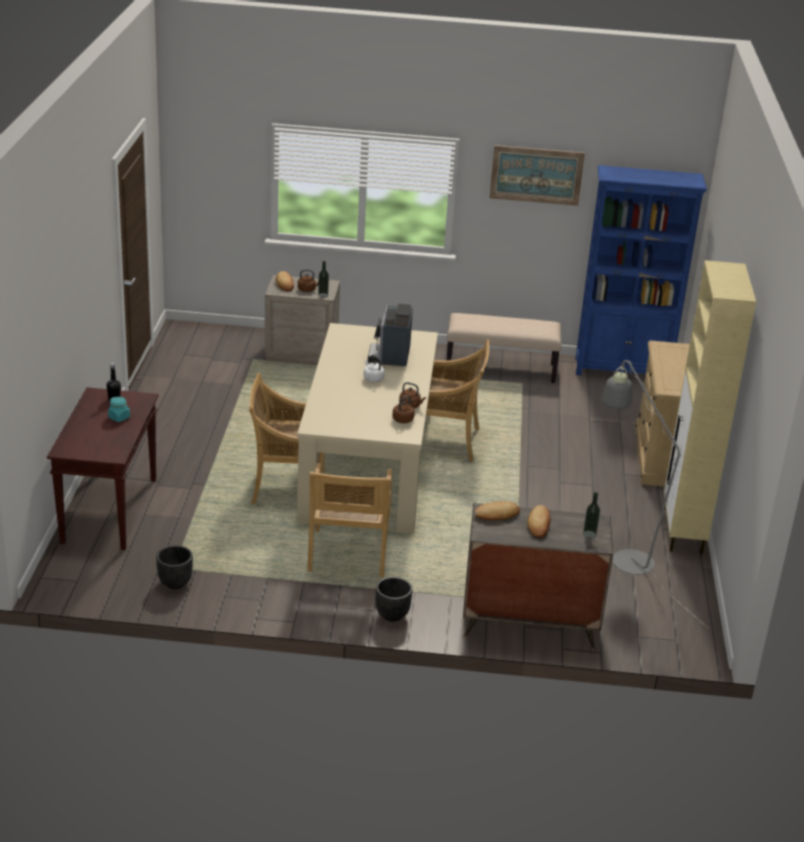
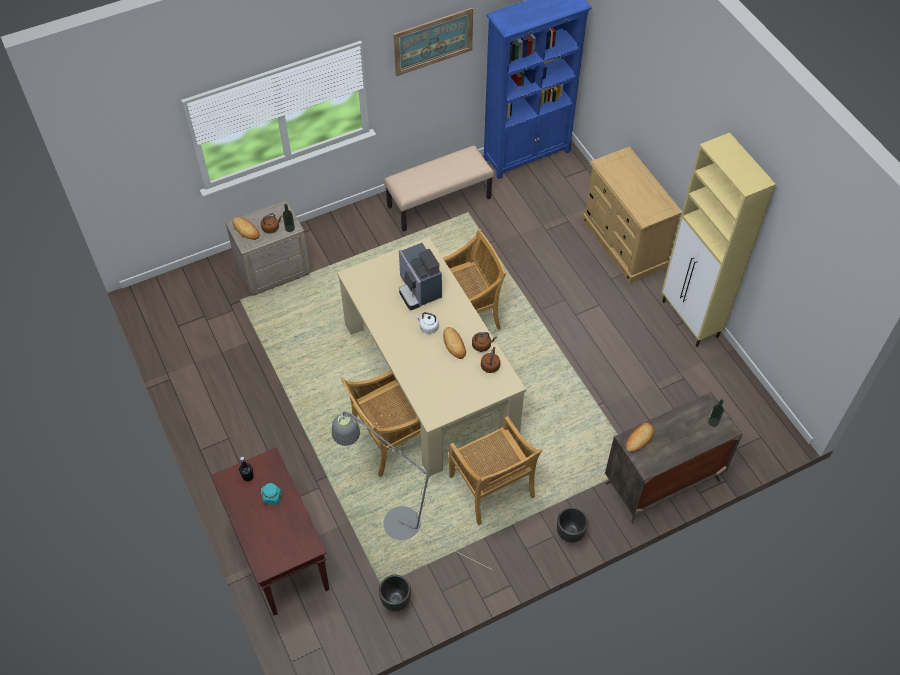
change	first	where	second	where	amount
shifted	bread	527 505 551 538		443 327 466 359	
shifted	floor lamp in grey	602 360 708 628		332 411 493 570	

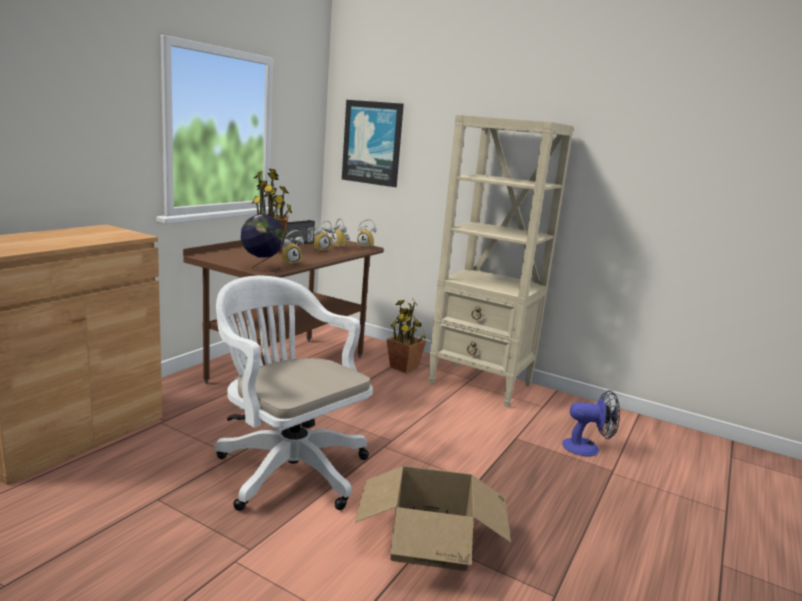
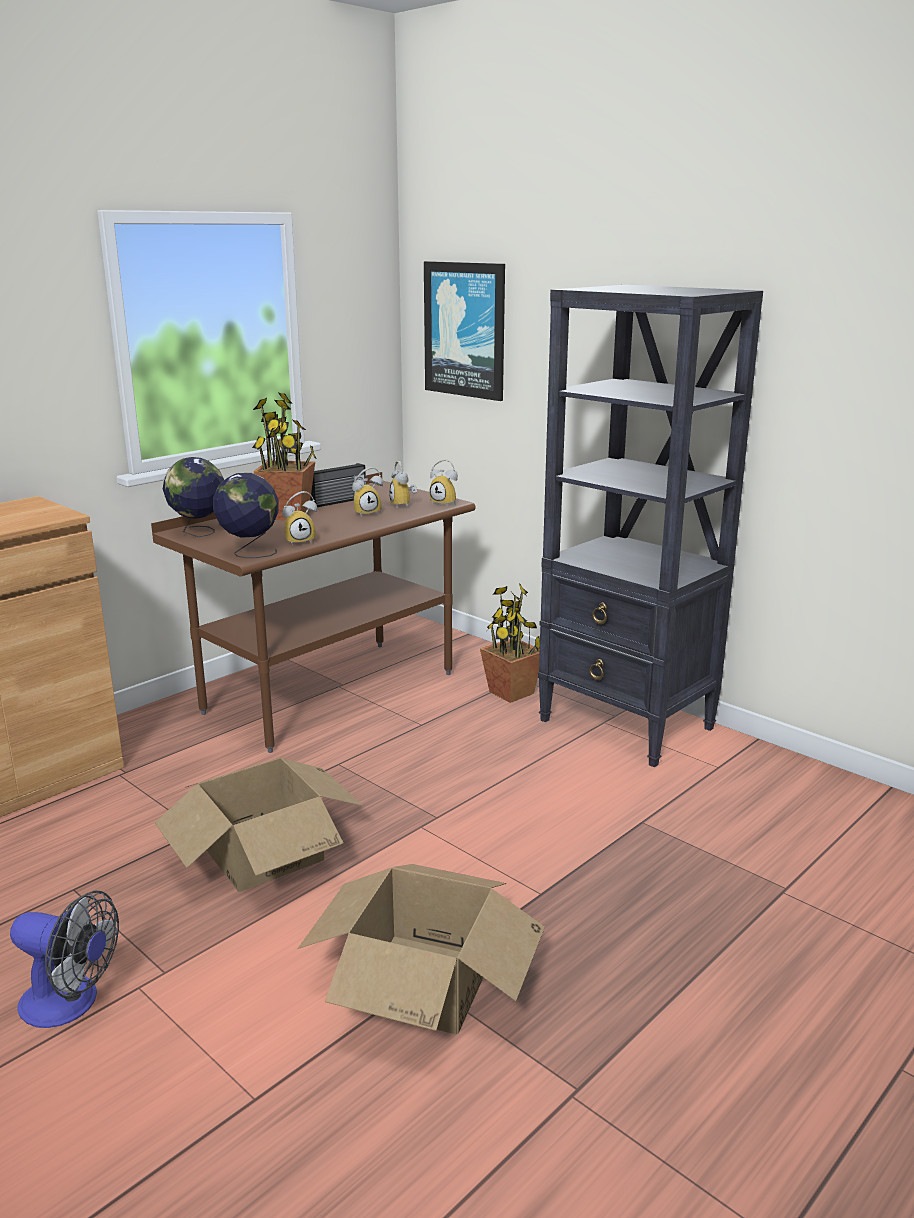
change	first	where	second	where	amount
new			globe	163 457 224 537	
shifted	fan	562 390 620 456		10 890 119 1028	
swapped	office chair in white	214 276 373 511	cardboard box	155 758 363 892	
repainted	bookcase in beige	428 115 574 407	bookcase in black	538 285 763 768	

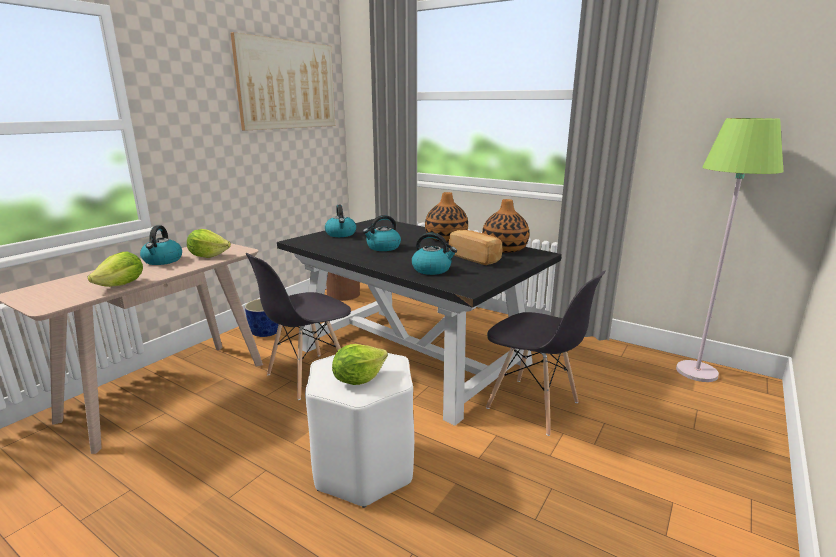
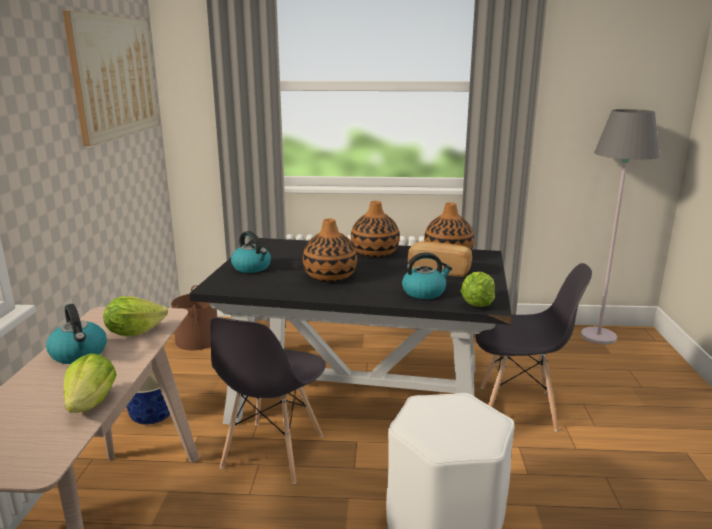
change	first	where	second	where	amount
shifted	lettuce	332 344 388 385		461 272 495 307	
swapped	kettle	363 215 401 251	vase	303 218 357 282	
repainted	floor lamp in green	676 118 783 382	floor lamp in grey	581 109 660 345	

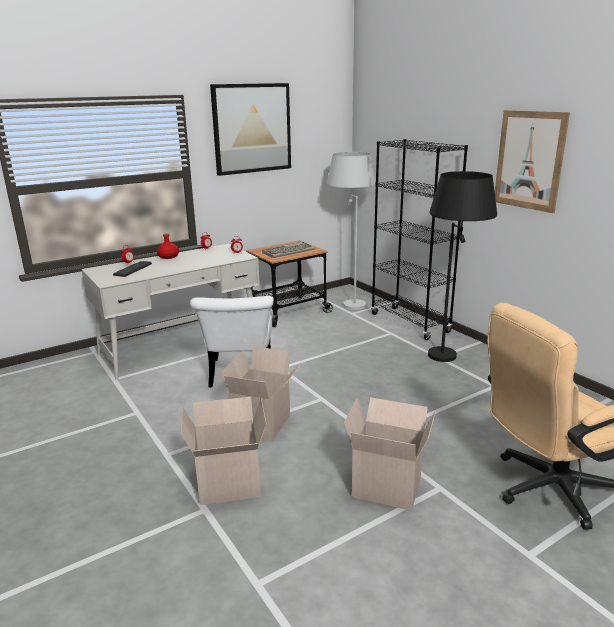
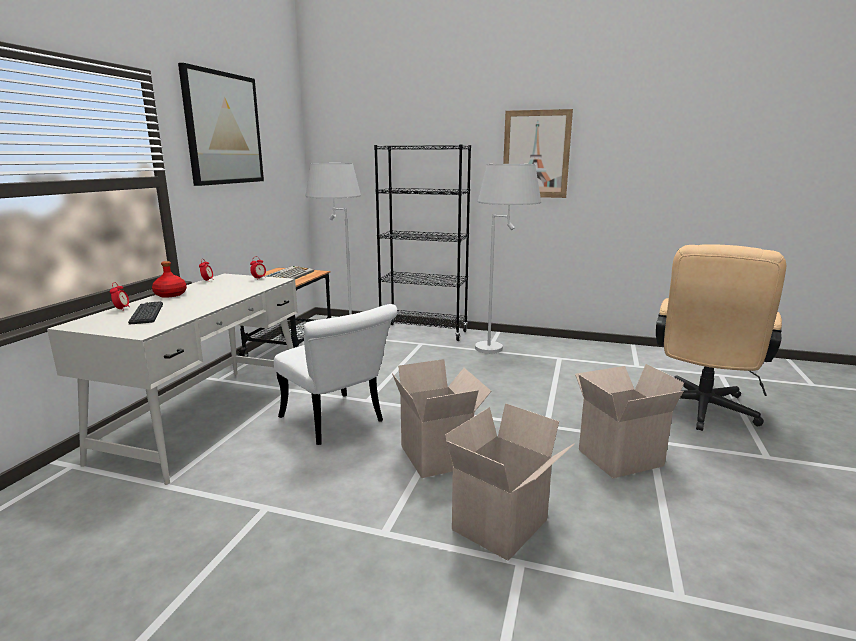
change	first	where	second	where	amount
repainted	floor lamp in black	428 171 497 362	floor lamp in white	475 164 541 354	

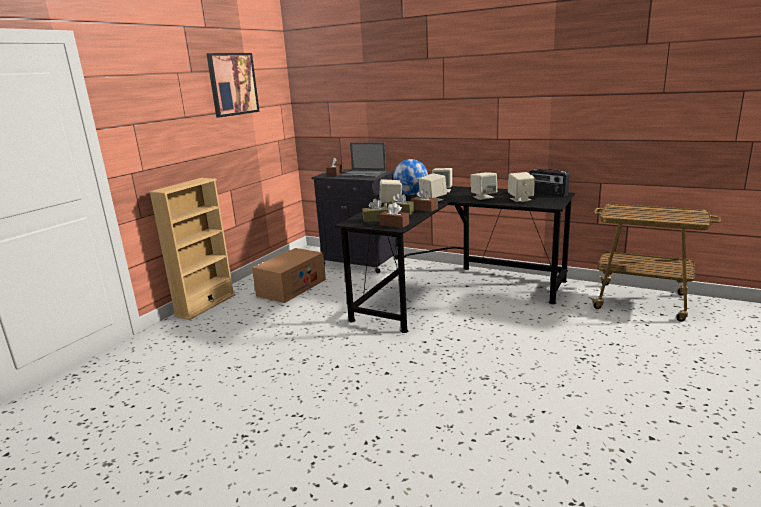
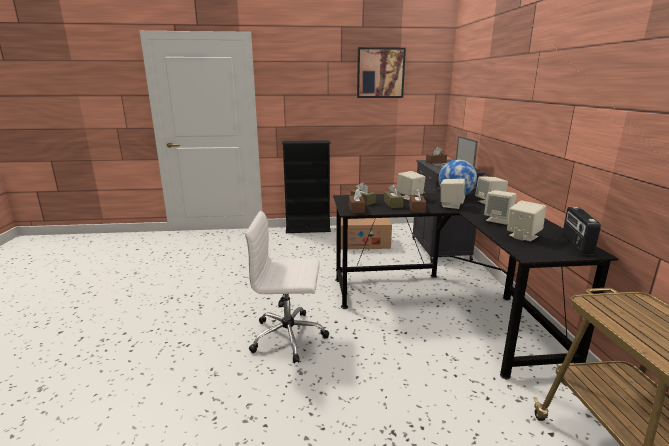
change	first	where	second	where	amount
new			office chair in white	245 211 329 364	
repainted	bookcase in beige	149 178 236 320	bookcase in black	282 140 331 233	

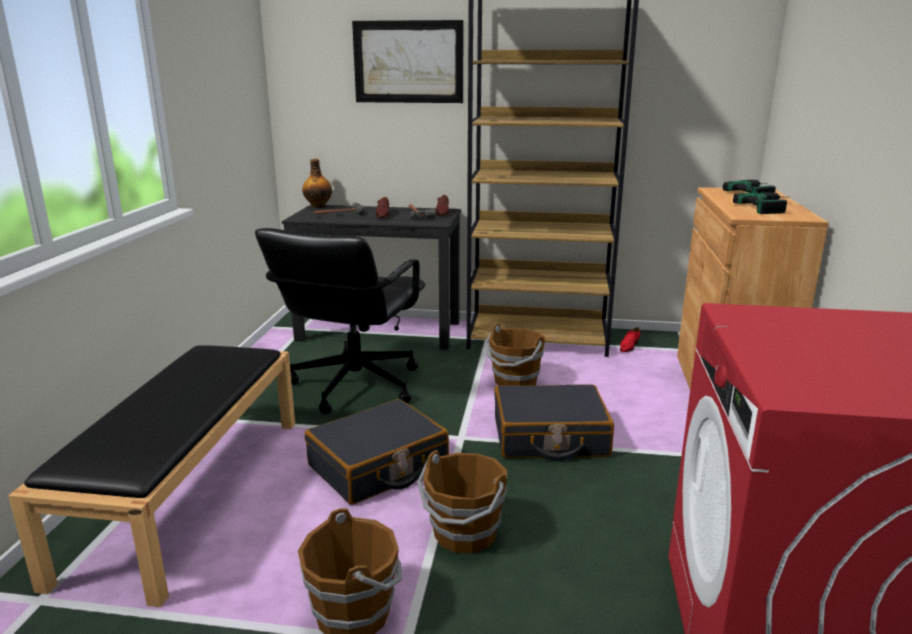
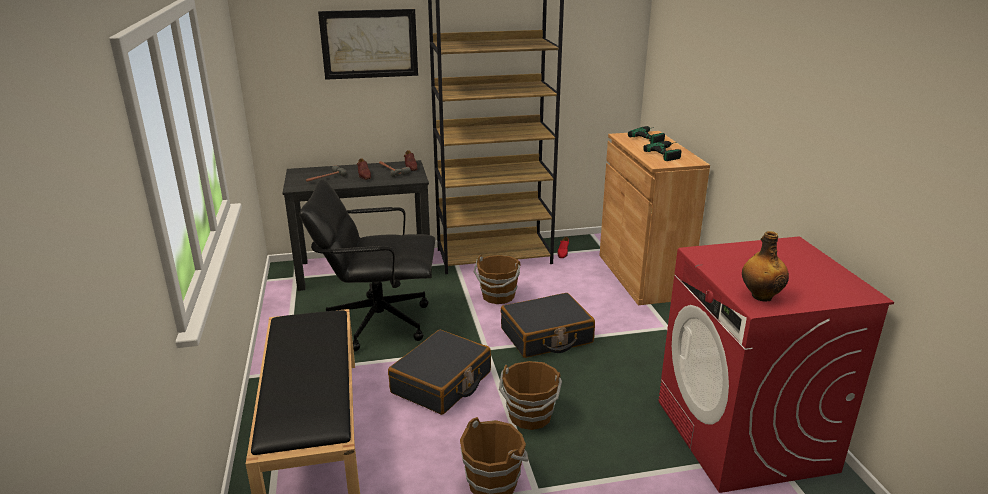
change	first	where	second	where	amount
shifted	bottle	302 159 332 208		742 231 789 302	
rotated	office chair in black	255 228 425 414		300 179 435 352	90 degrees clockwise

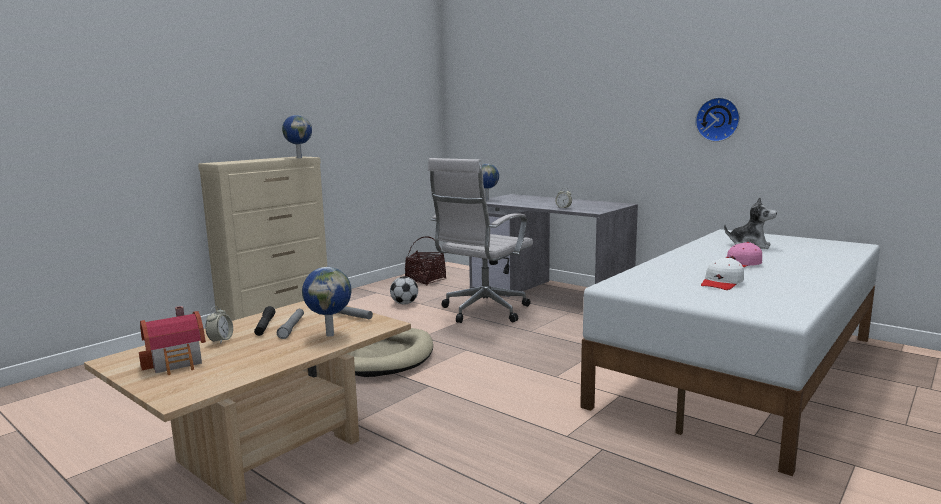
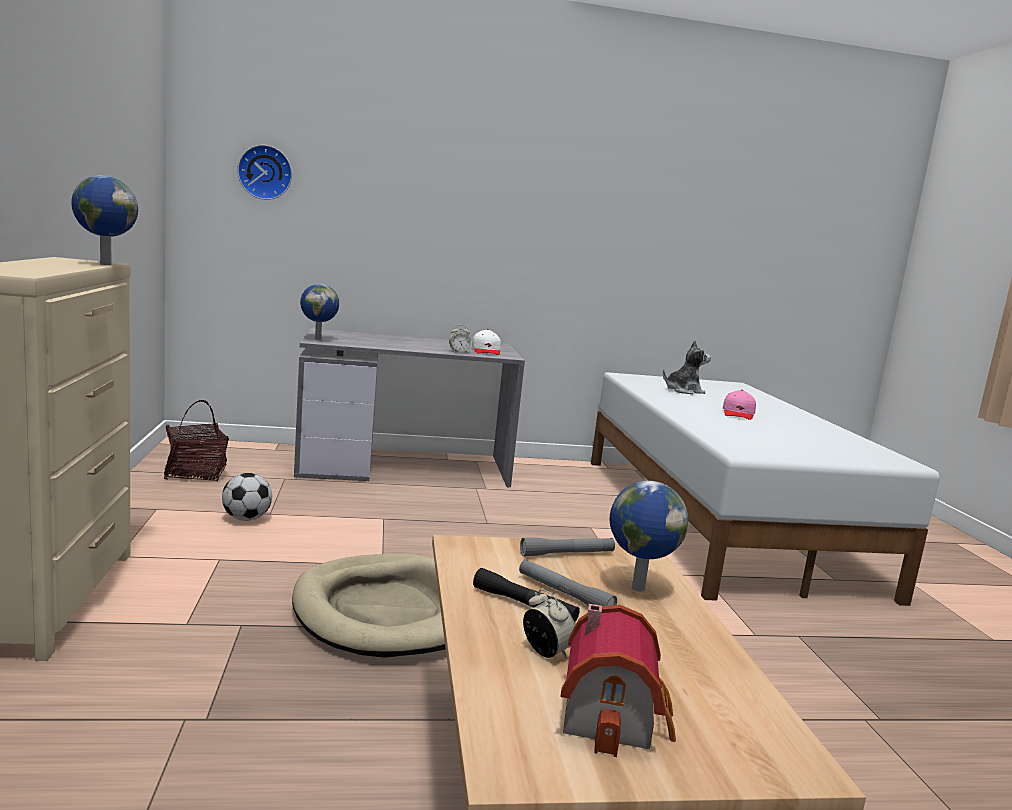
change	first	where	second	where	amount
gone	office chair in white	428 158 533 323			
shifted	wall clock	695 97 740 142		237 145 292 200	
shifted	cap in white	701 257 744 290		472 329 501 355	

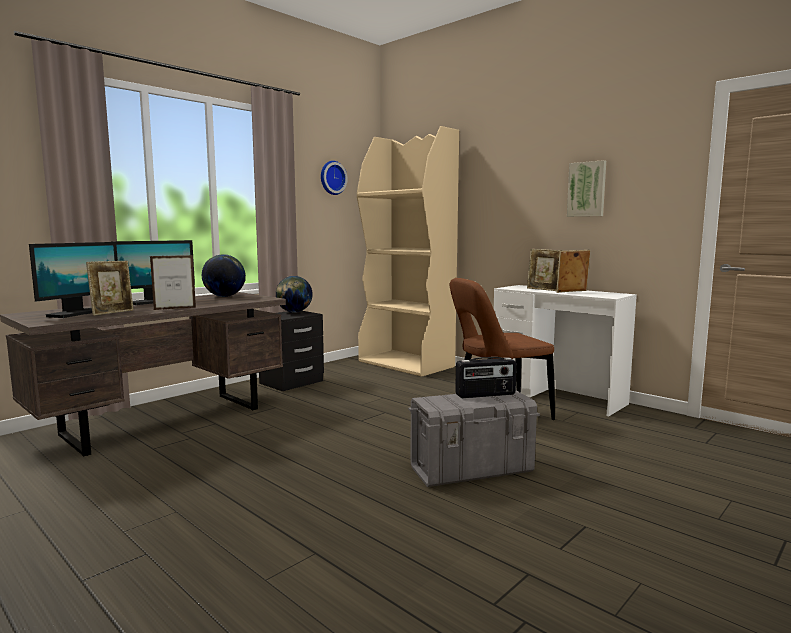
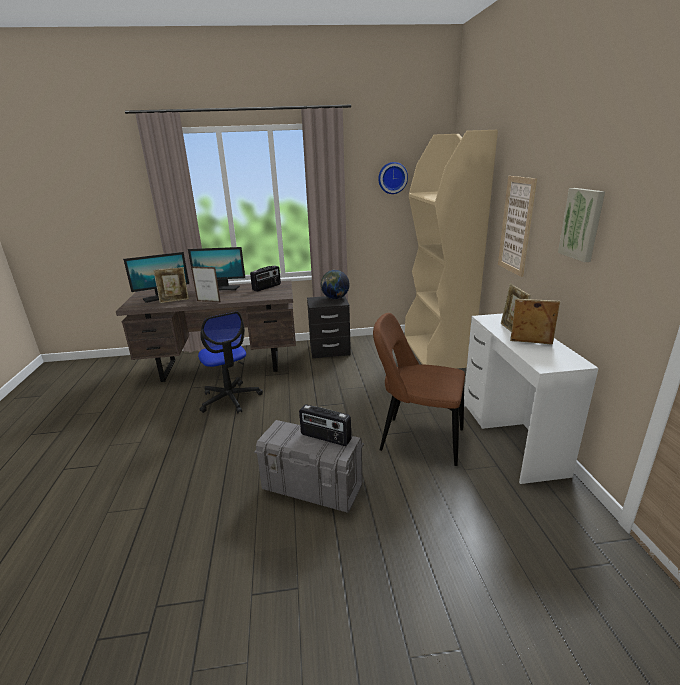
change	first	where	second	where	amount
new			office chair	198 312 263 413	
new			picture	498 176 537 277	
swapped	globe	202 254 246 297	radio	250 265 281 292	

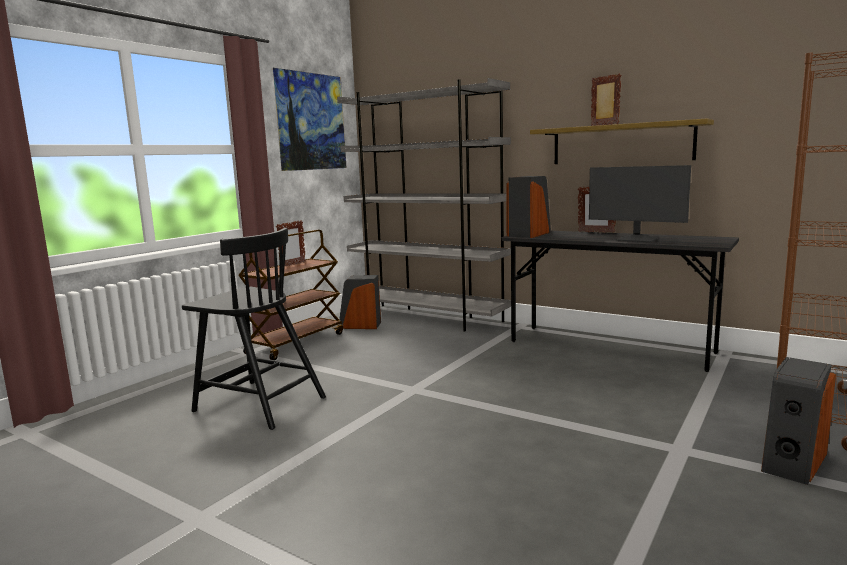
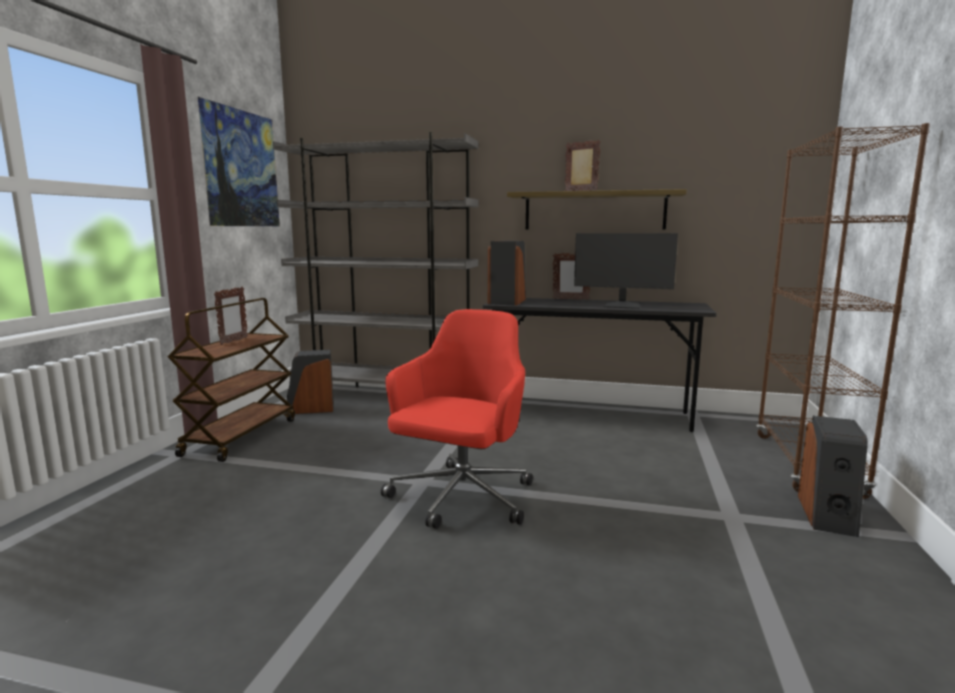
change	first	where	second	where	amount
gone	chair in black	182 228 326 430			
new			office chair in red	381 309 533 529	

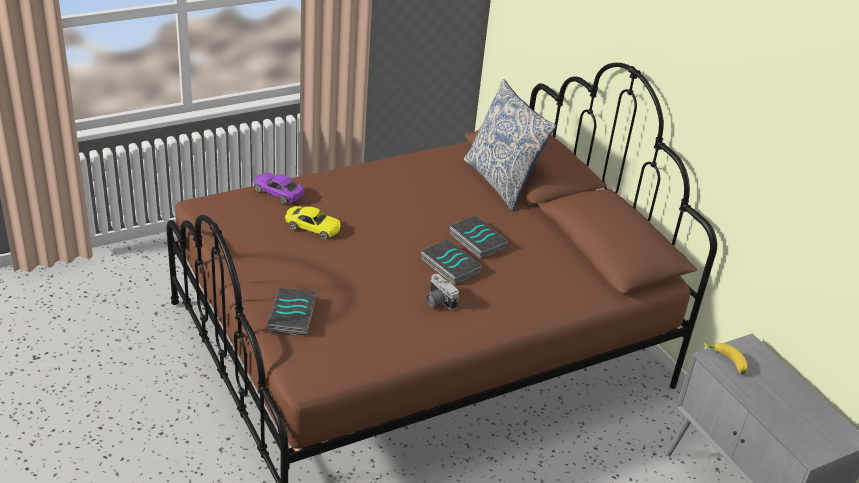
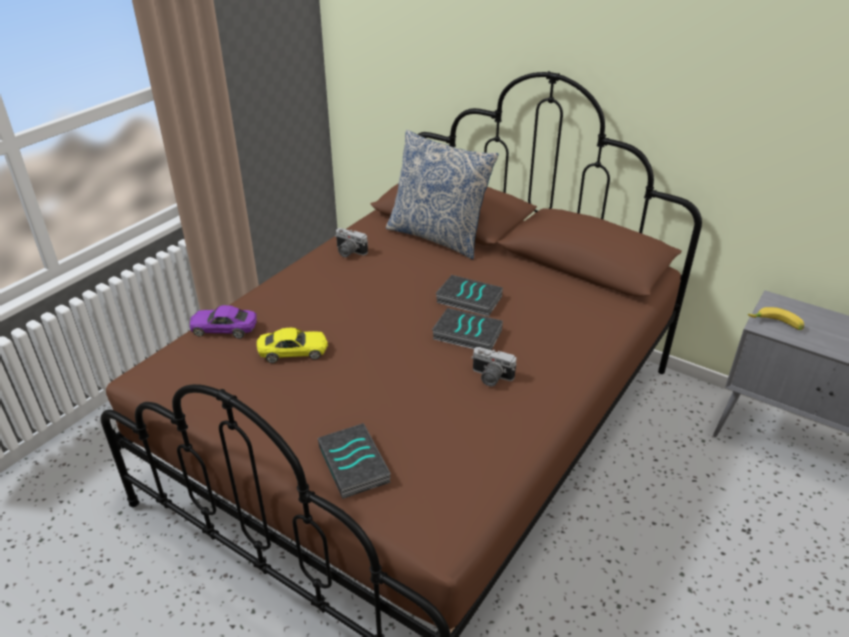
change	first	where	second	where	amount
new			photo camera	335 228 368 257	

